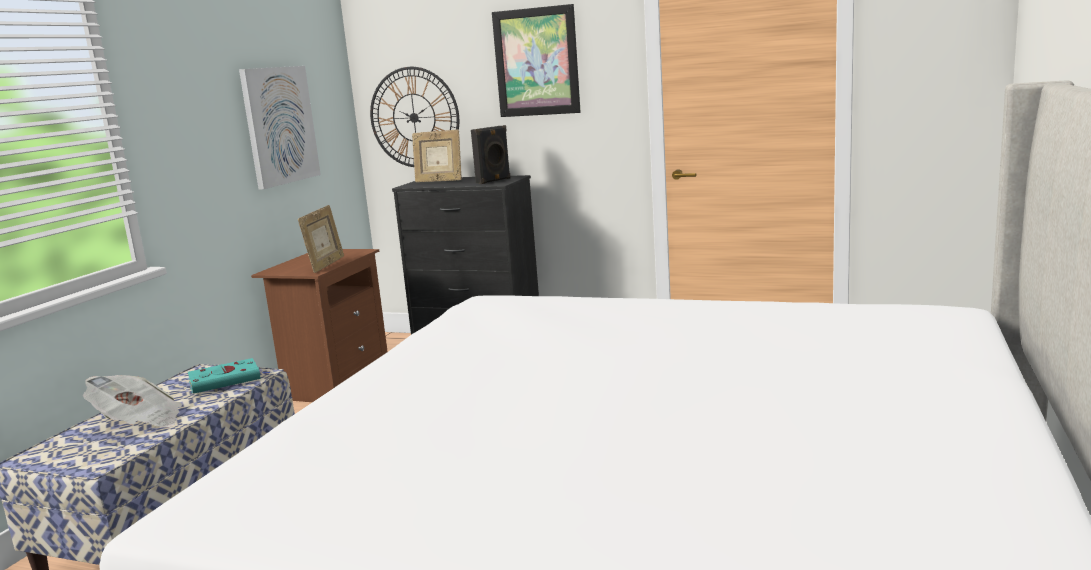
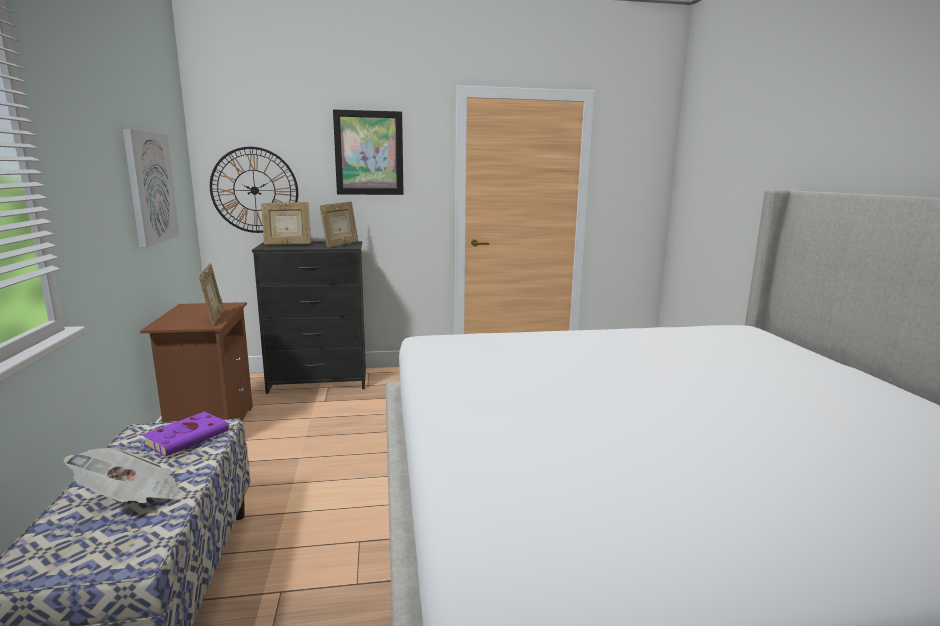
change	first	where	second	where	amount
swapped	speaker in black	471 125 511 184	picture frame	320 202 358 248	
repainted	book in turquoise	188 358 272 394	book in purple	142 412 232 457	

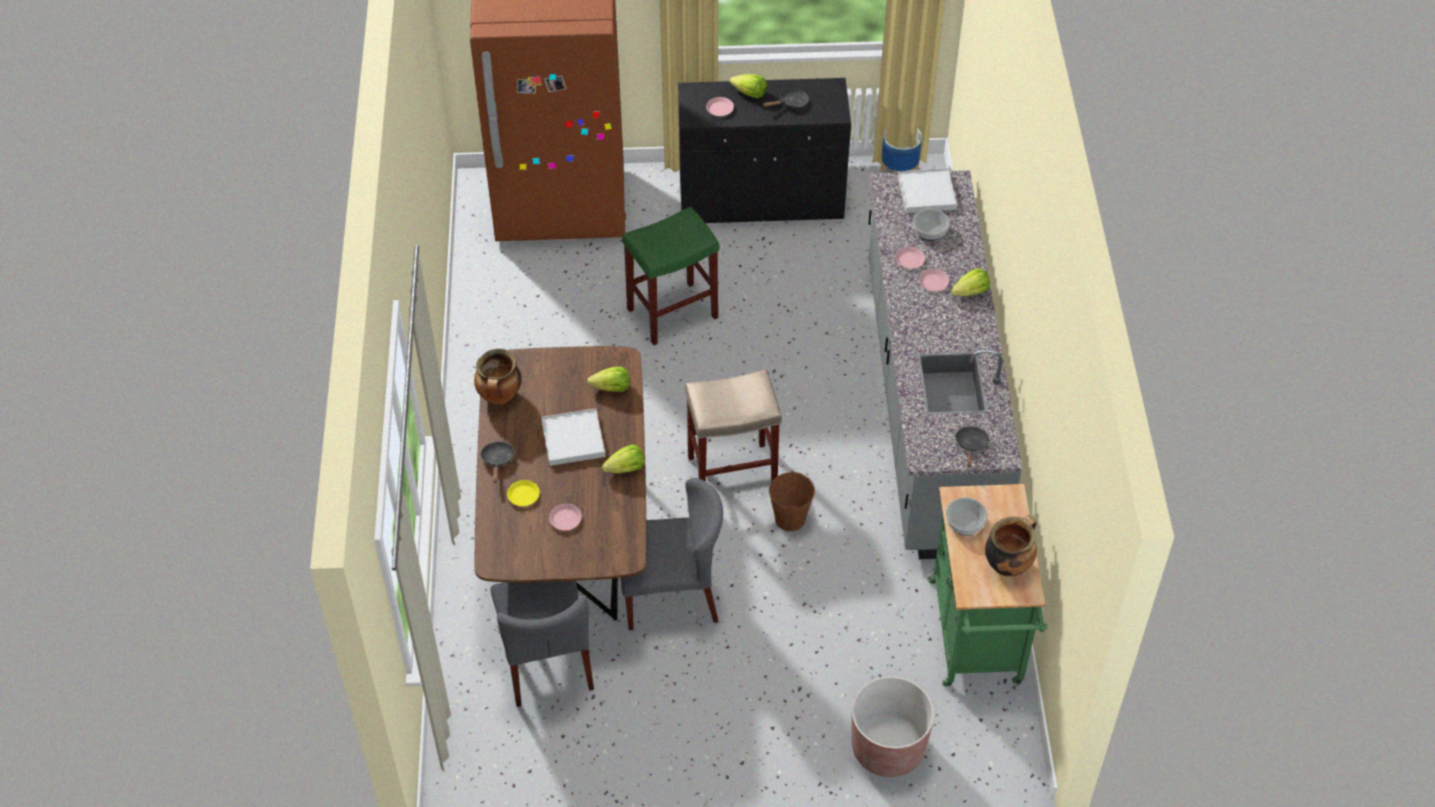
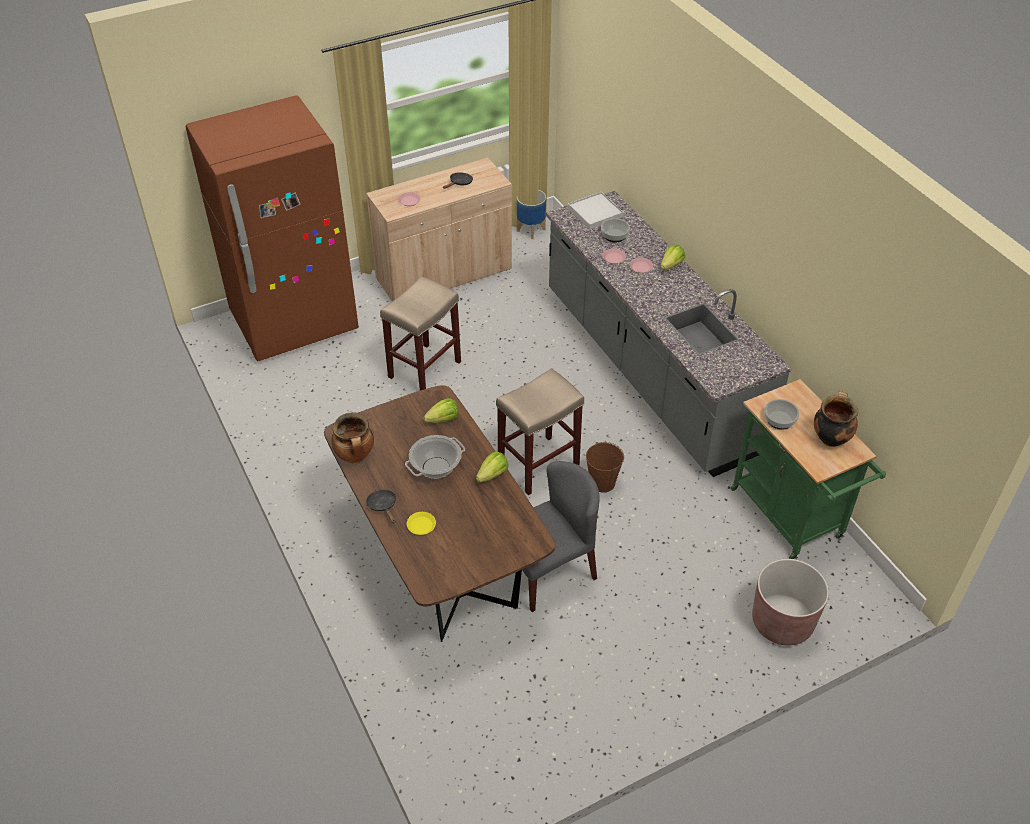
change	first	where	second	where	amount
gone	chair in grey	490 581 594 707			
gone	plate in pink	549 504 582 530			
gone	lettuce	730 74 767 98			
gone	frying pan in black	955 426 990 468			
swapped	tray in white	541 408 606 466	cooking pot	405 435 465 479	
repainted	stool in green	622 206 719 345	stool in beige	380 276 461 390	
repainted	cabinet in black	678 78 851 223	cabinet in beige	366 158 512 301	

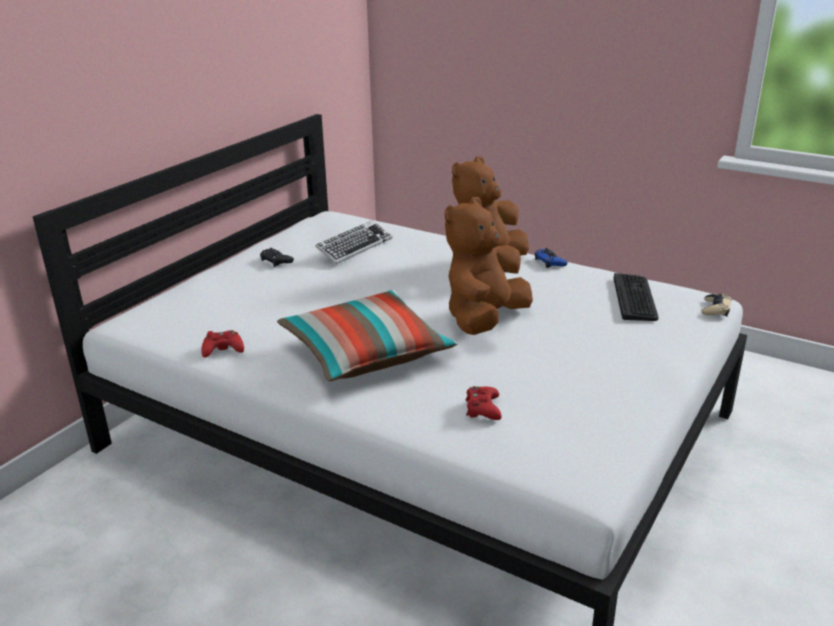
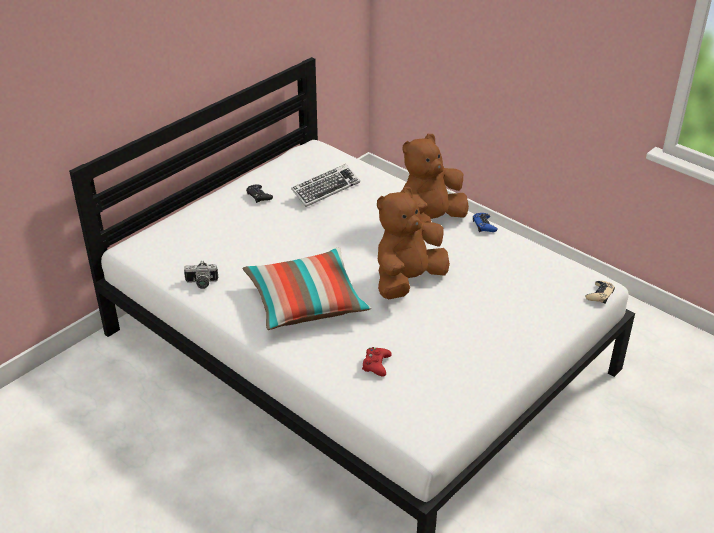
change	first	where	second	where	amount
gone	keyboard	614 273 658 321			
swapped	game controller in red	201 330 244 357	photo camera	184 260 219 289	

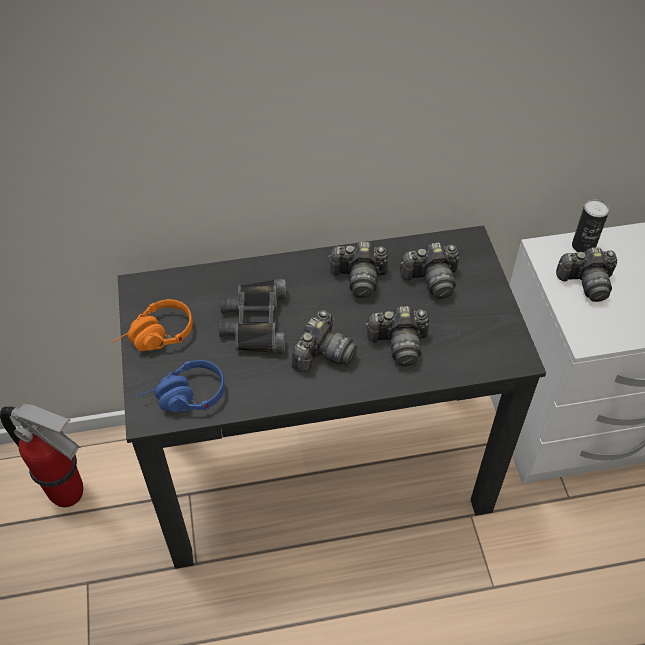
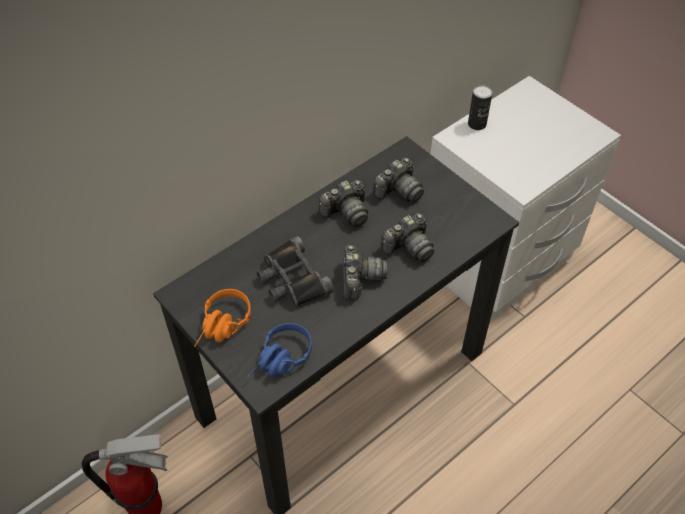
change	first	where	second	where	amount
gone	photo camera	556 247 617 302			

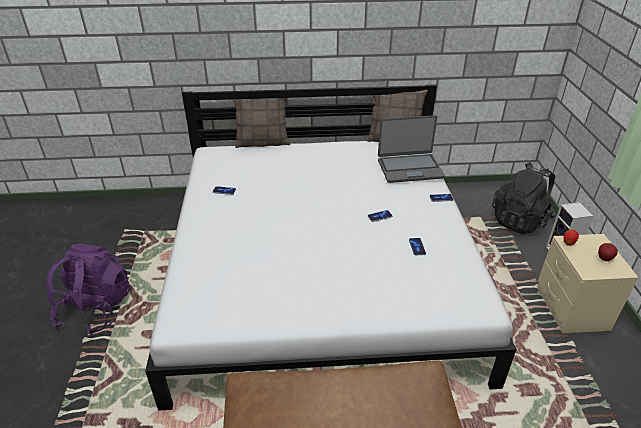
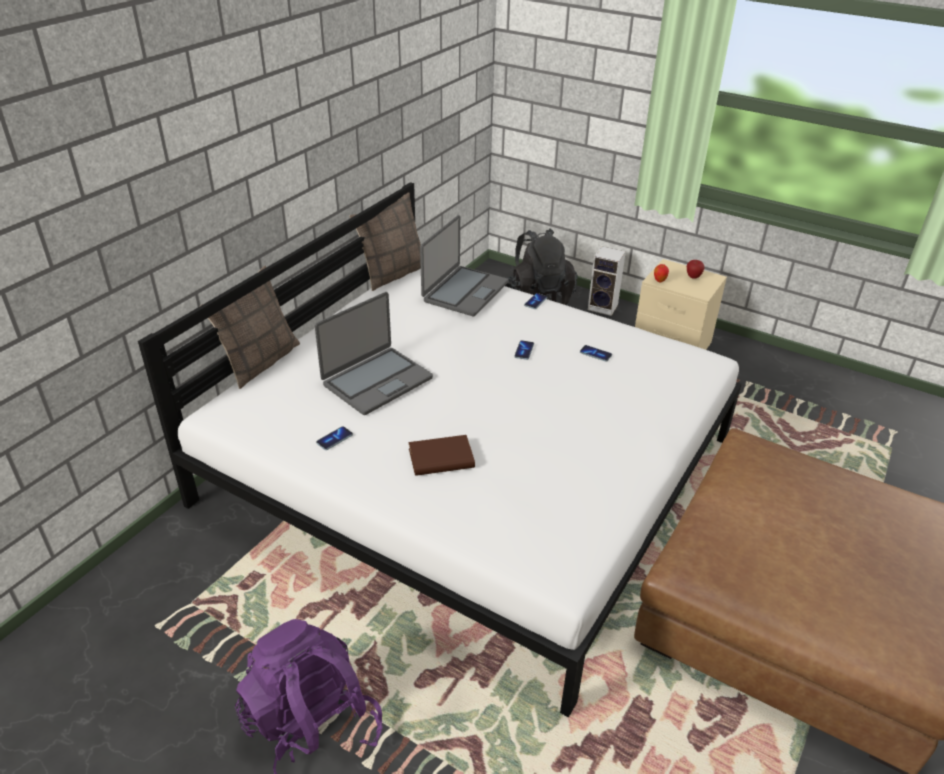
change	first	where	second	where	amount
new			laptop	315 292 433 415	
new			book in brown	409 435 475 476	

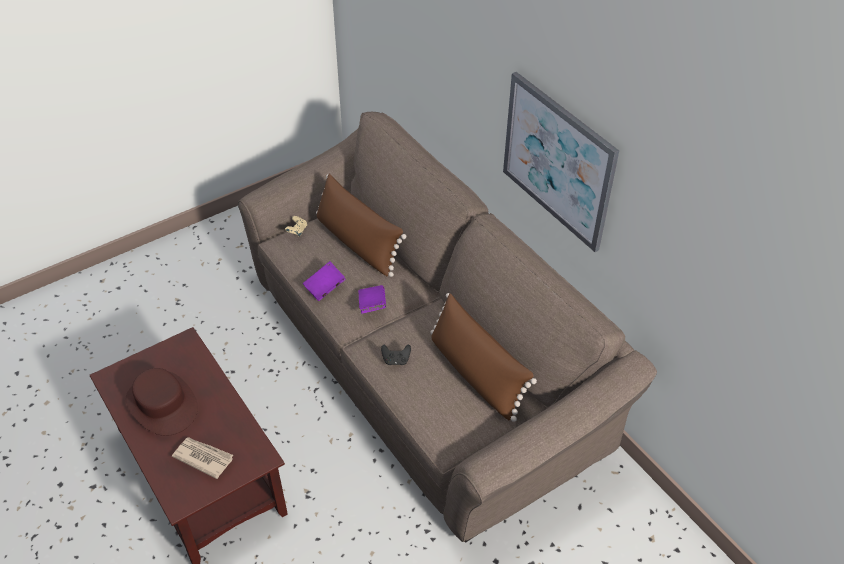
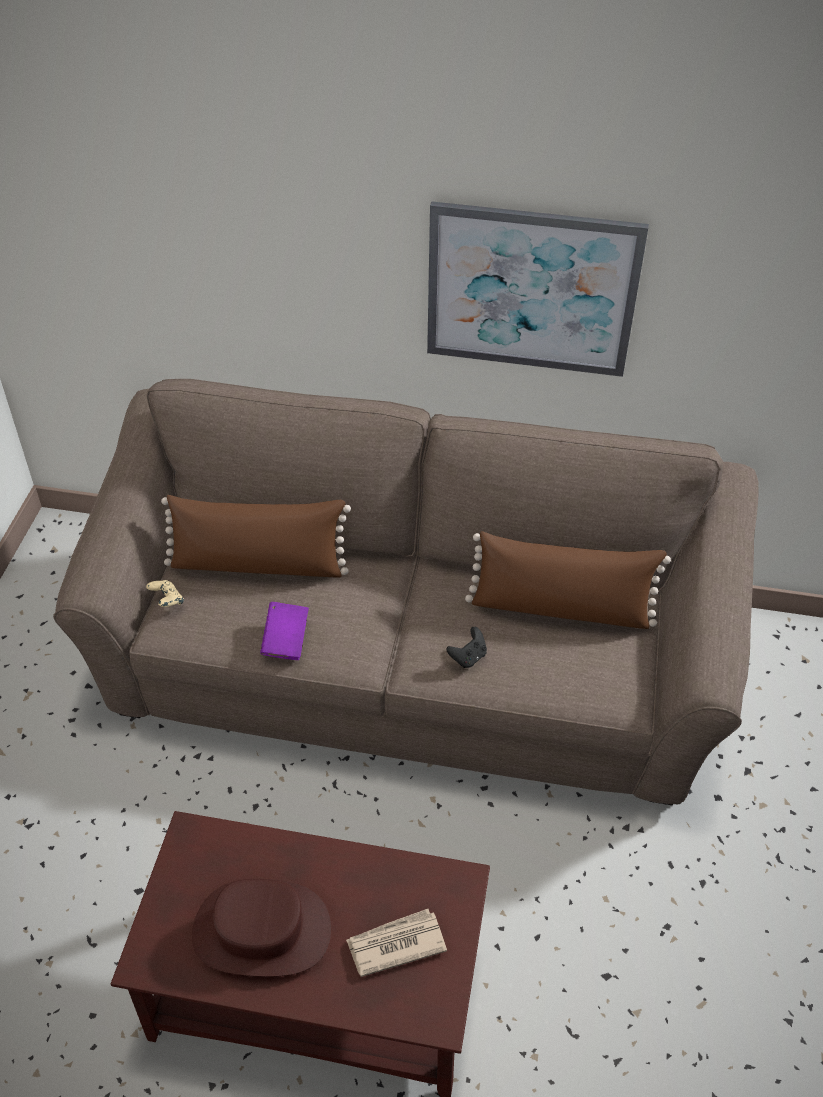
change	first	where	second	where	amount
gone	book in purple	358 285 386 314			

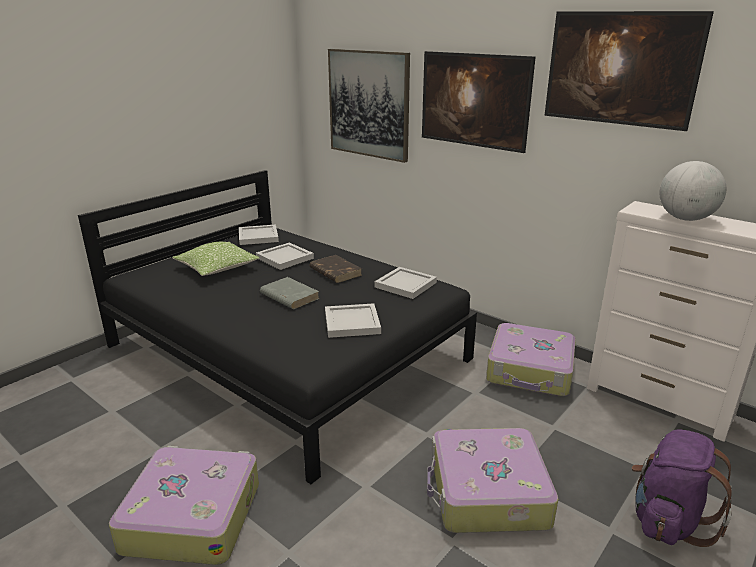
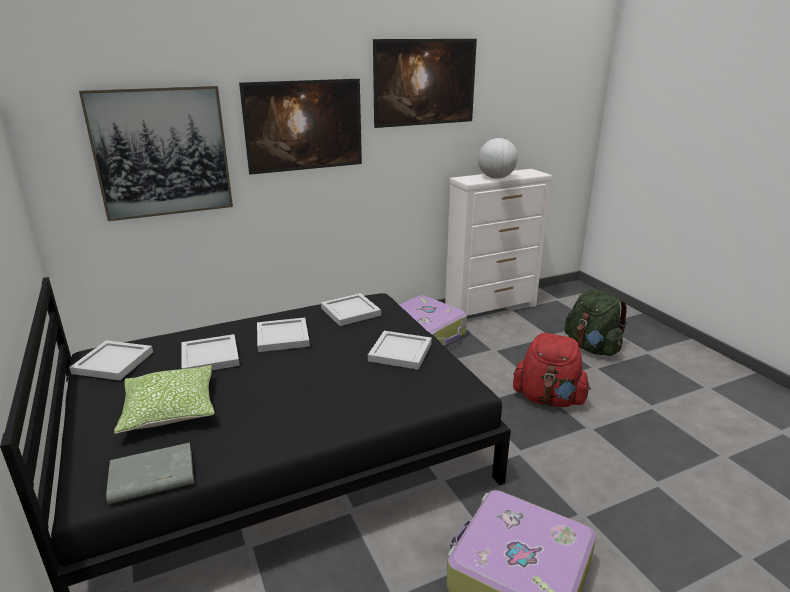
change	first	where	second	where	amount
shifted	book in grey	260 277 320 309		106 443 194 504	
swapped	book in brown	309 255 362 283	tray in white	257 318 310 352	
swapped	suitcase	427 428 558 533	backpack in red	513 333 591 407	
repainted	backpack in purple	632 430 732 547	backpack in green	564 290 627 356	

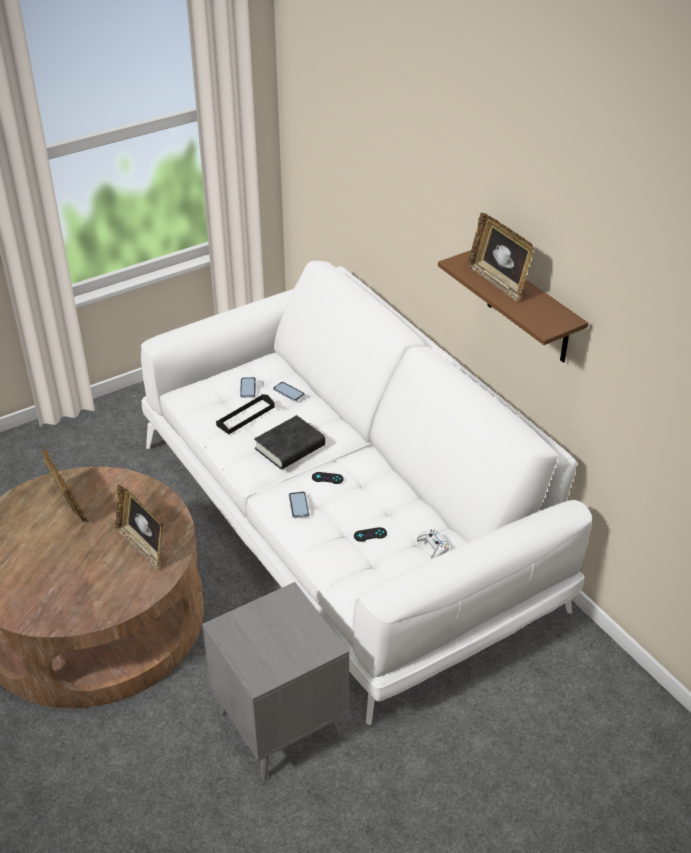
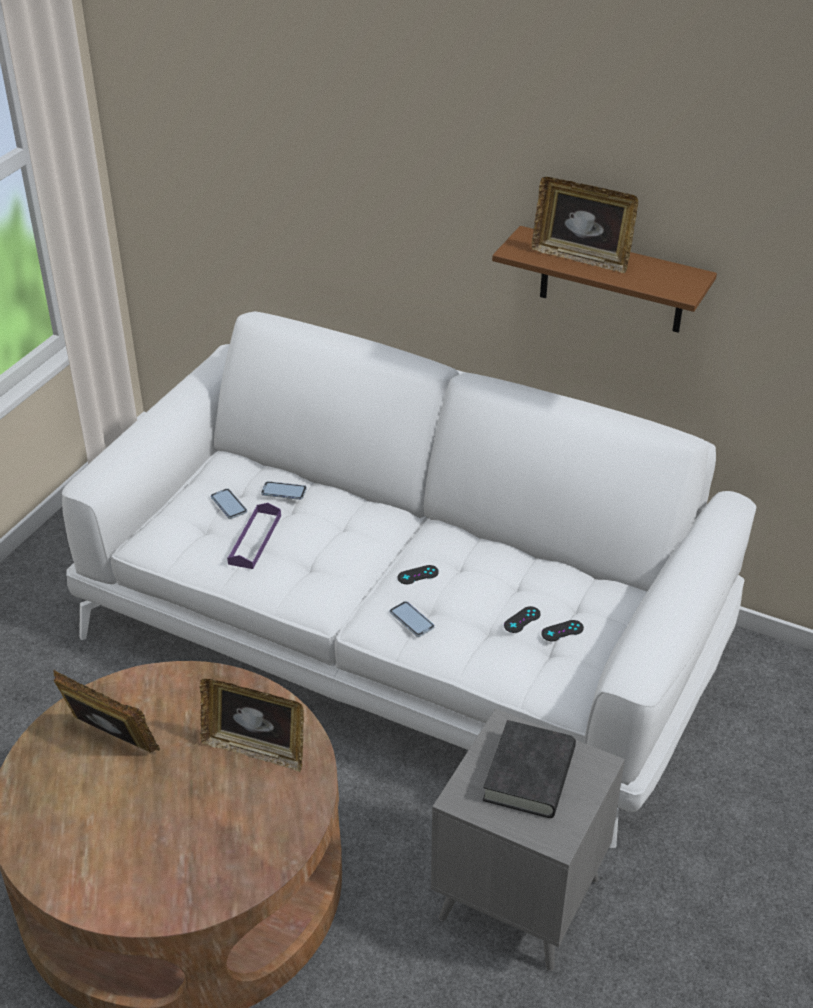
change	first	where	second	where	amount
gone	game controller in white	417 530 449 559			
new			game controller in black	541 620 584 641	
shifted	book in black	254 415 325 470		483 720 576 818	
repainted	tray in black	216 394 275 434	tray in purple	227 503 281 569	

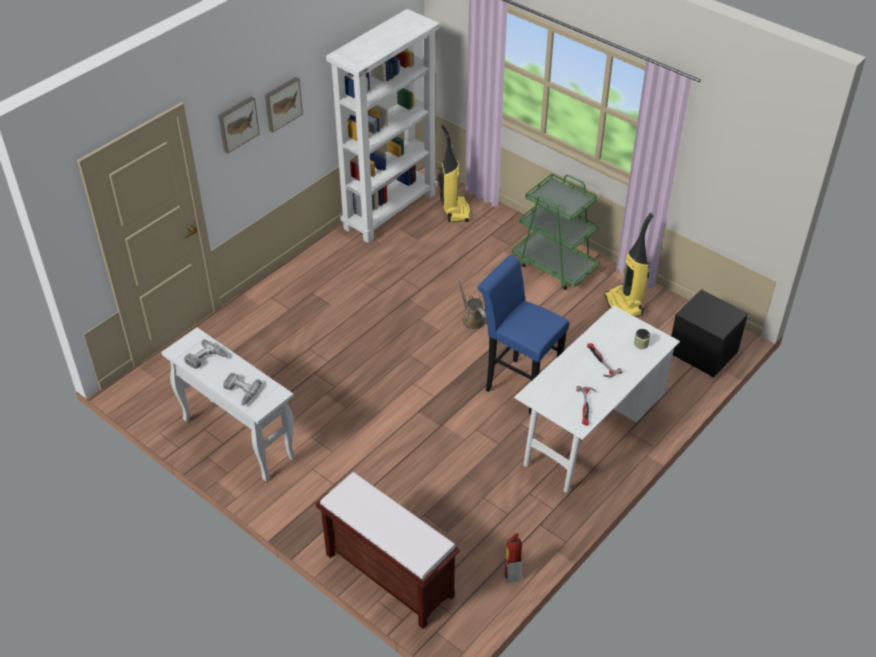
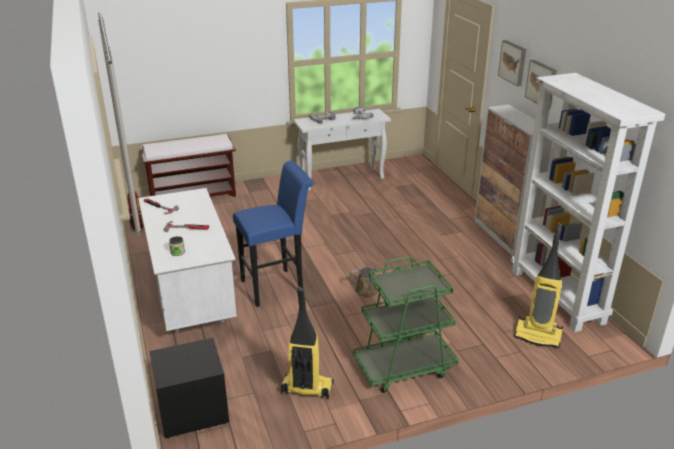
change	first	where	second	where	amount
new			cabinet	475 105 552 257	

